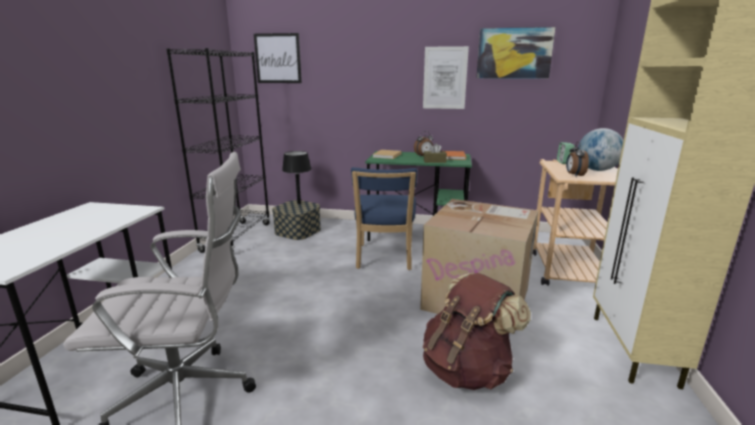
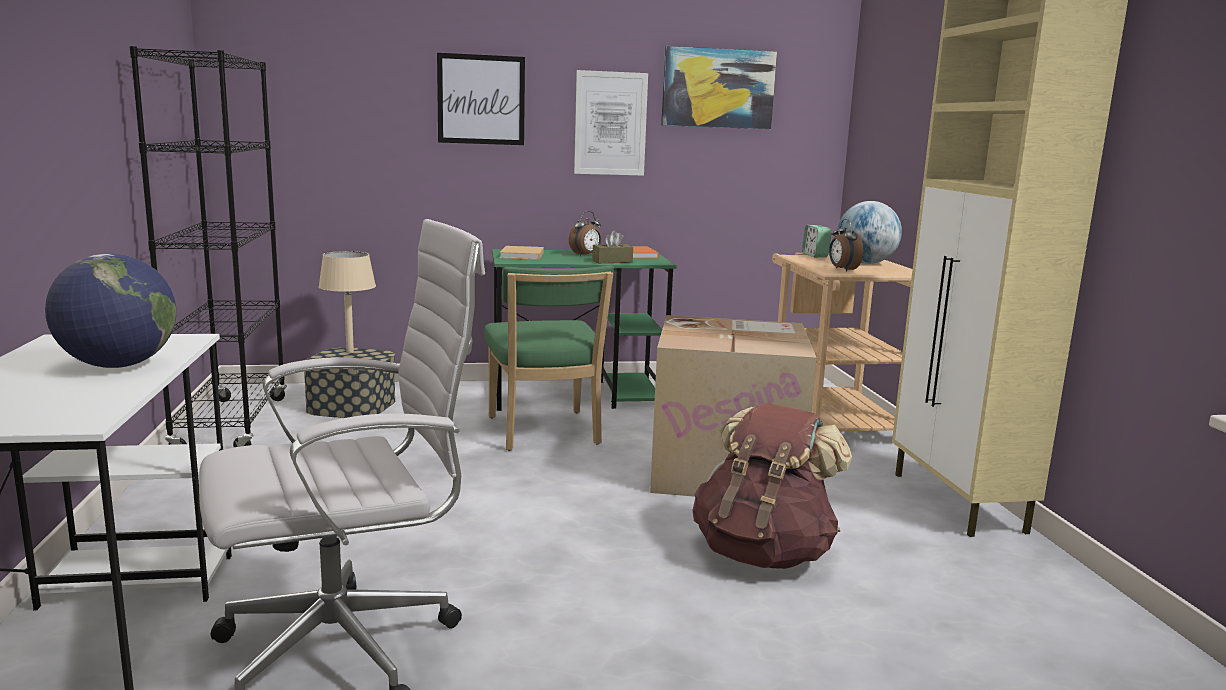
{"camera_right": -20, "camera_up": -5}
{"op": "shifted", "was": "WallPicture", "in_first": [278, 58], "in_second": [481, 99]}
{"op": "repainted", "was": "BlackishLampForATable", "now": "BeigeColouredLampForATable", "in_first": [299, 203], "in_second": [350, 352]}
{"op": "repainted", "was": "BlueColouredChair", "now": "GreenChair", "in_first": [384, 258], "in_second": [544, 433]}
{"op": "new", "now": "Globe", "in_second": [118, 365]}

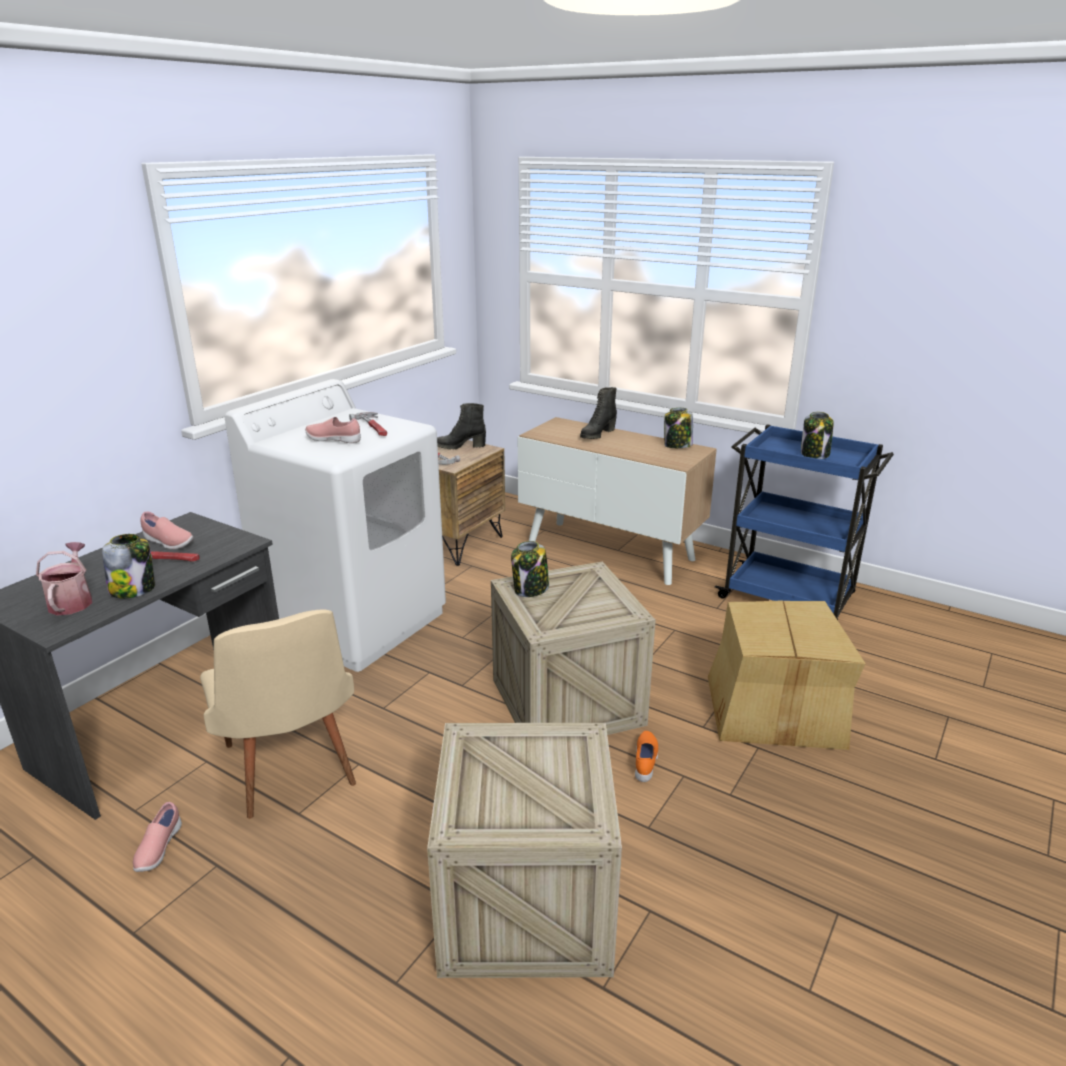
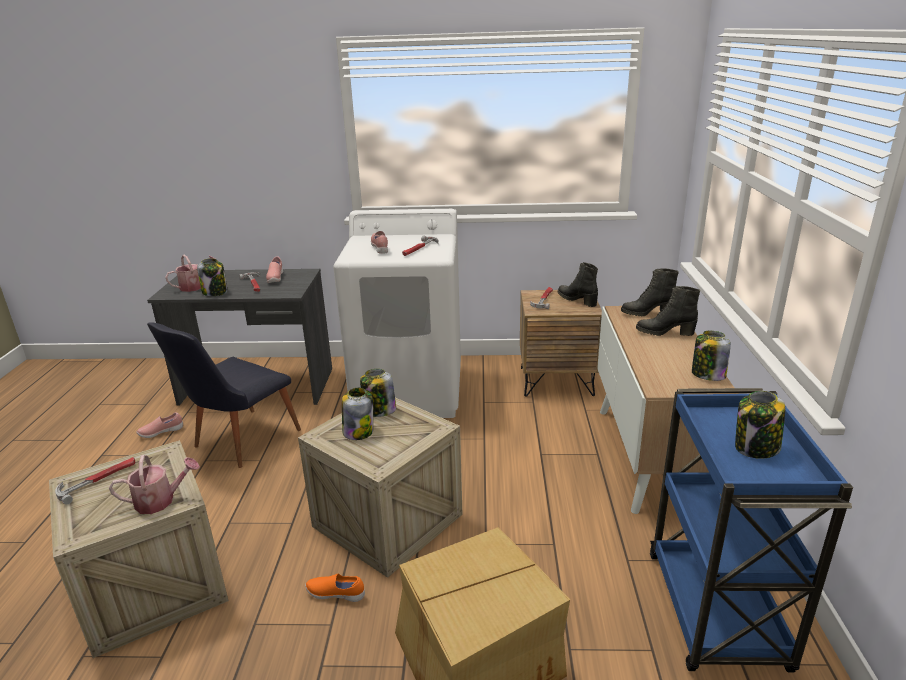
{"camera_right": 60, "camera_up": 0}
{"op": "repainted", "was": "BeigeColouredChair", "now": "BlackishChair", "in_first": [292, 774], "in_second": [238, 442]}
{"op": "rotated", "was": "OrangeColouredItemOfFootwear", "in_first": [646, 762], "in_second": [336, 594], "clockwise": -150}
{"op": "new", "now": "HandHammer", "in_second": [98, 480]}
{"op": "new", "now": "SprinklingCan", "in_second": [160, 501]}
{"op": "new", "now": "PreserveJar", "in_second": [358, 431]}
{"op": "new", "now": "BlackishTallBoot", "in_second": [647, 313]}

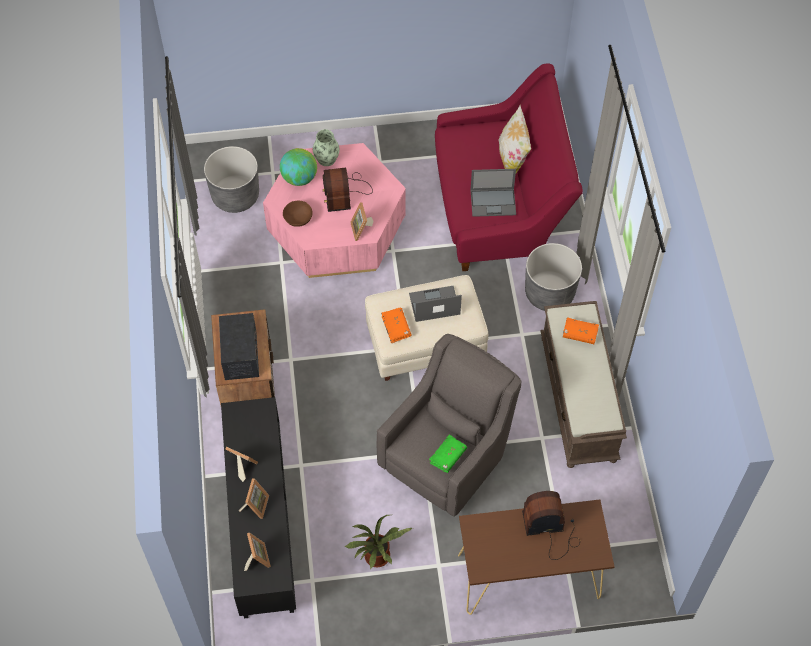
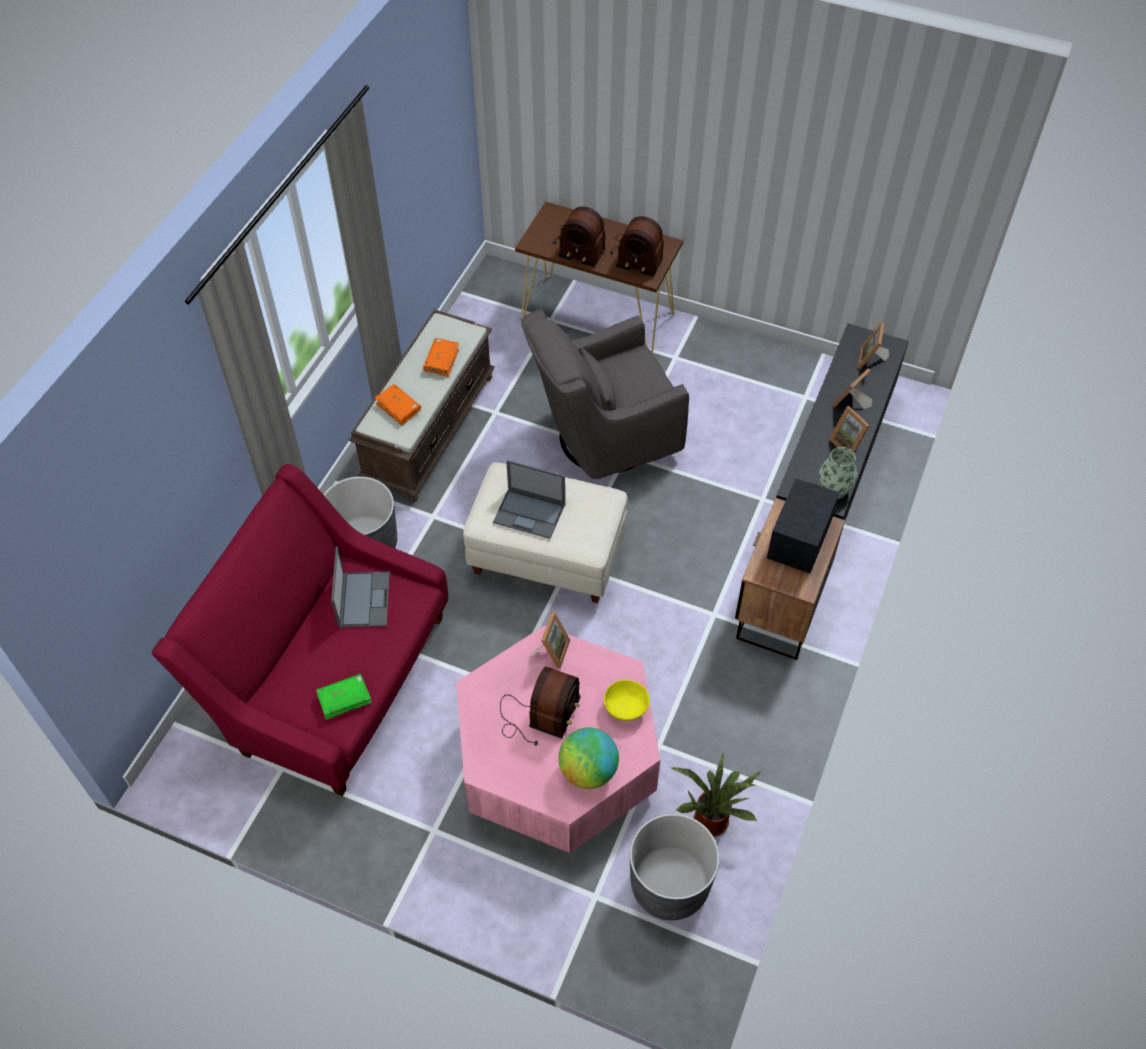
{"camera_right": -150, "camera_up": -5}
{"op": "repainted", "was": "BrownColouredBowl", "now": "YellowBowl", "in_first": [298, 219], "in_second": [626, 708]}
{"op": "shifted", "was": "DecorativeVase", "in_first": [326, 159], "in_second": [834, 488]}
{"op": "shifted", "was": "Houseplant", "in_first": [377, 559], "in_second": [712, 818]}
{"op": "shifted", "was": "OrangeColouredBoundBook", "in_first": [396, 327], "in_second": [441, 361]}
{"op": "shifted", "was": "GreenBoundBook", "in_first": [448, 456], "in_second": [344, 699]}
{"op": "rotated", "was": "NotebookComputer", "in_first": [493, 202], "in_second": [364, 599], "clockwise": 60}
{"op": "gone", "was": "ThrowPillow", "in_first": [512, 159]}
{"op": "new", "now": "RadioSet", "in_second": [636, 255]}

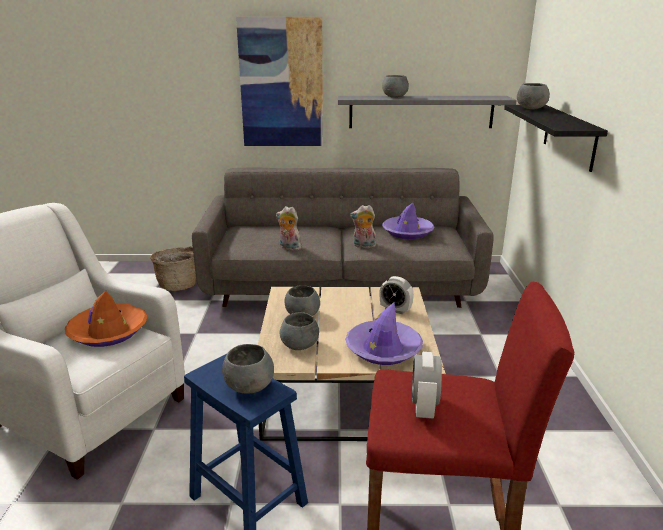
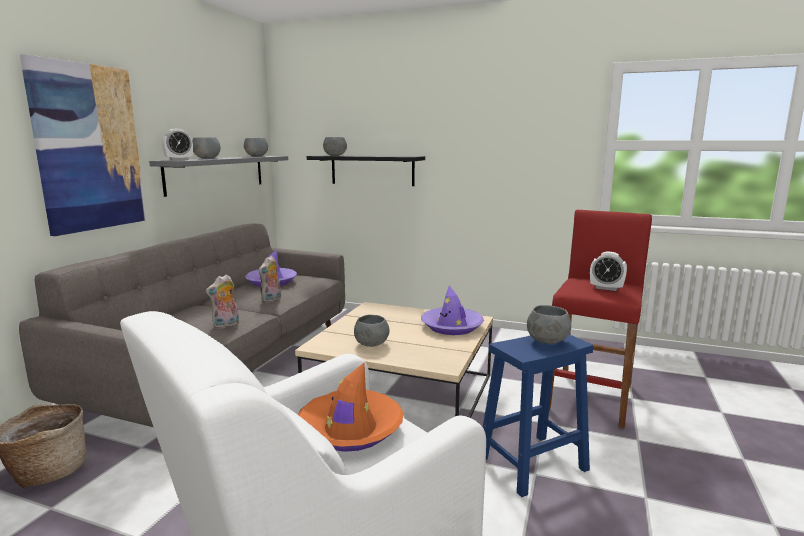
{"camera_right": -70, "camera_up": -10}
{"op": "shifted", "was": "GreyBowl", "in_first": [300, 345], "in_second": [256, 156]}
{"op": "shifted", "was": "TableClock", "in_first": [395, 310], "in_second": [179, 160]}

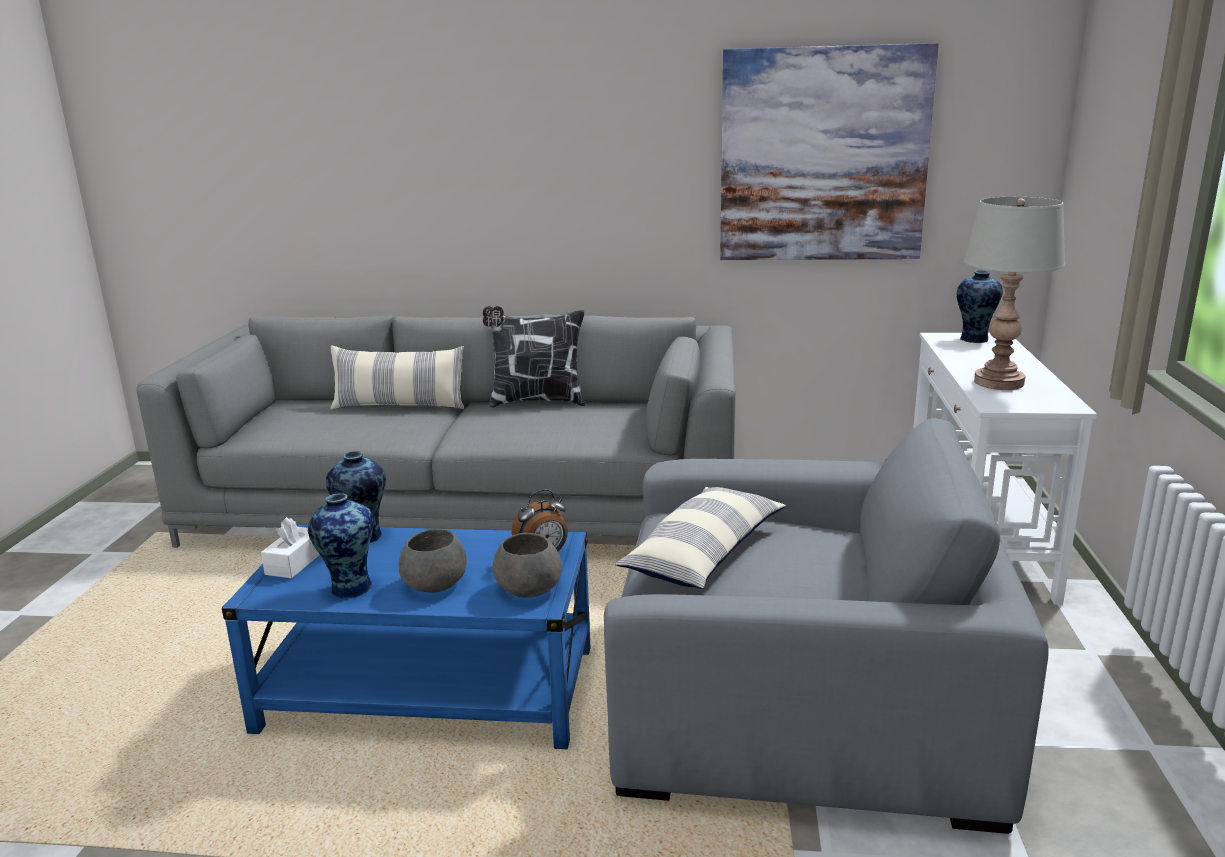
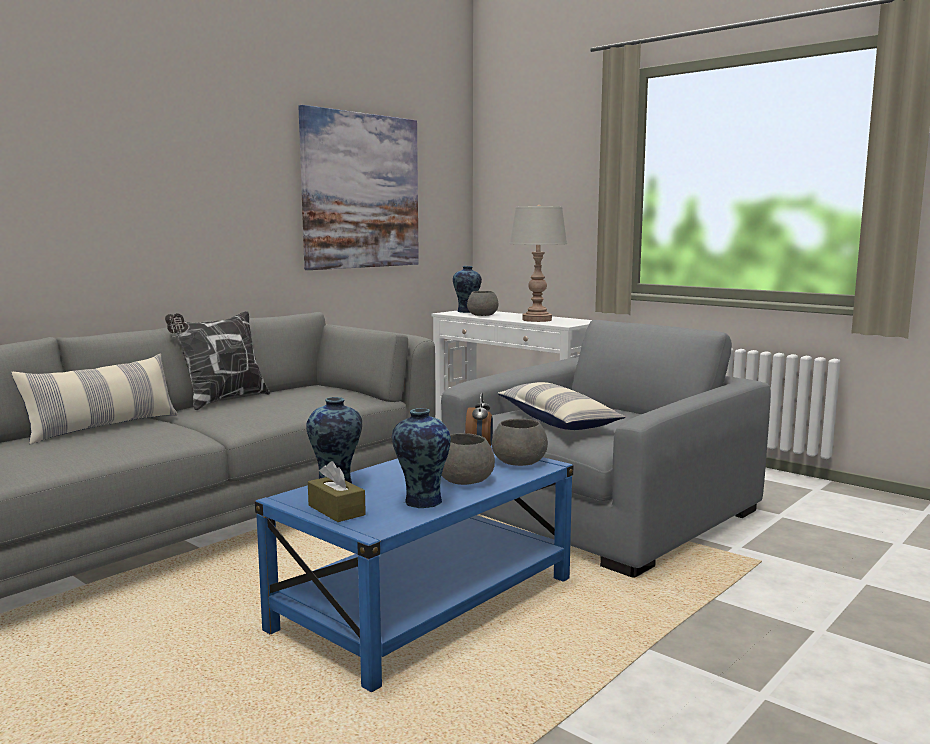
{"camera_right": -55, "camera_up": -10}
{"op": "repainted", "was": "WhiteBoxOfTissues", "now": "BrownColouredBoxOfTissues", "in_first": [295, 563], "in_second": [336, 510]}
{"op": "new", "now": "GreyBowl", "in_second": [482, 315]}

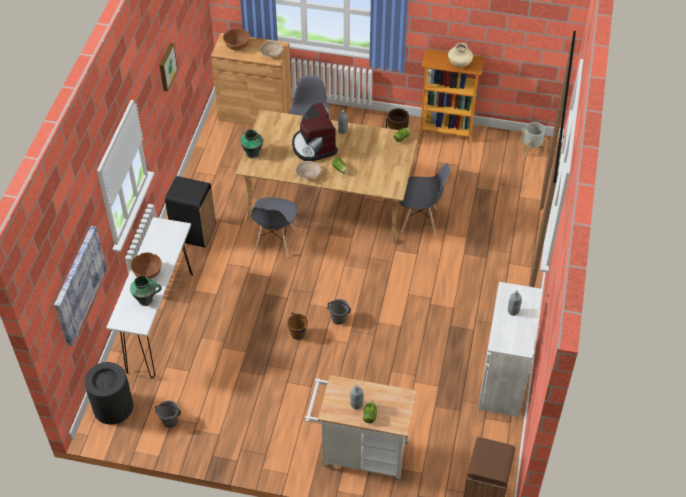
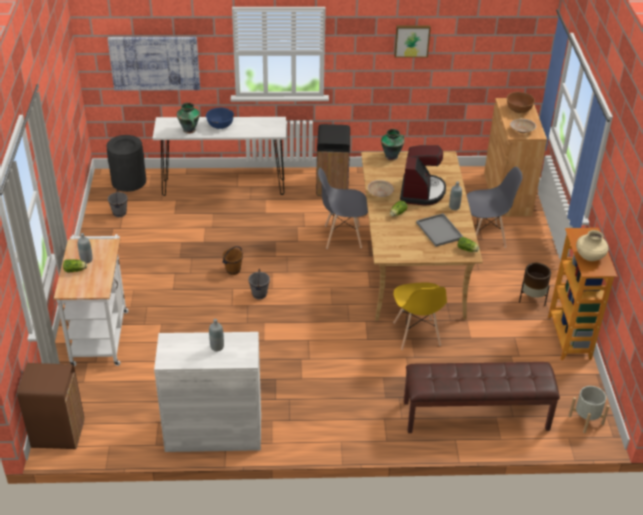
{"camera_right": 75, "camera_up": -10}
{"op": "repainted", "was": "BrownColouredBowl", "now": "BlueColouredBowl", "in_first": [147, 273], "in_second": [220, 125]}
{"op": "rotated", "was": "CoffeeBrewer", "in_first": [313, 146], "in_second": [421, 191], "clockwise": 135}
{"op": "repainted", "was": "GreyChair", "now": "YellowChair", "in_first": [419, 220], "in_second": [416, 334]}
{"op": "new", "now": "BrownColouredLongSeat", "in_second": [475, 416]}
{"op": "new", "now": "GreyCarryingTray", "in_second": [438, 230]}

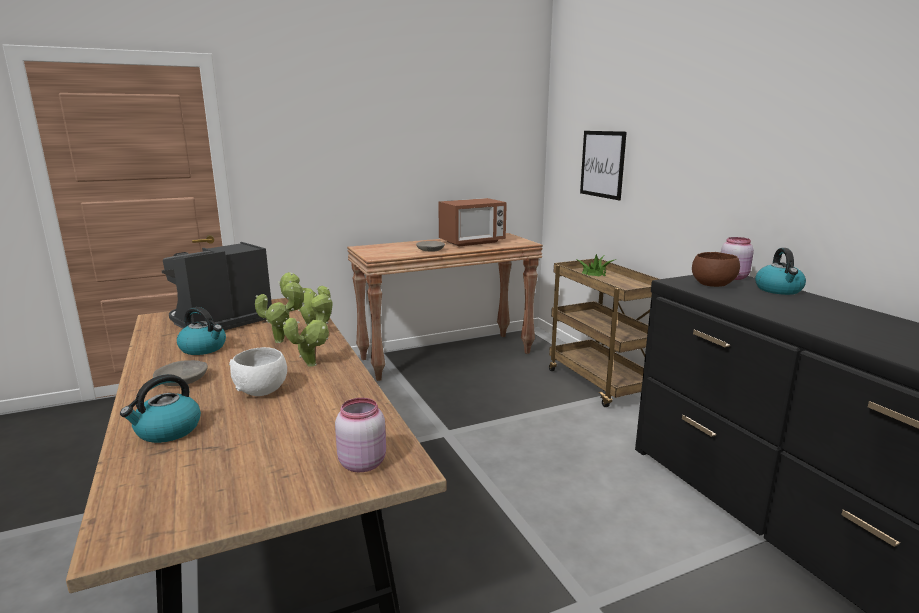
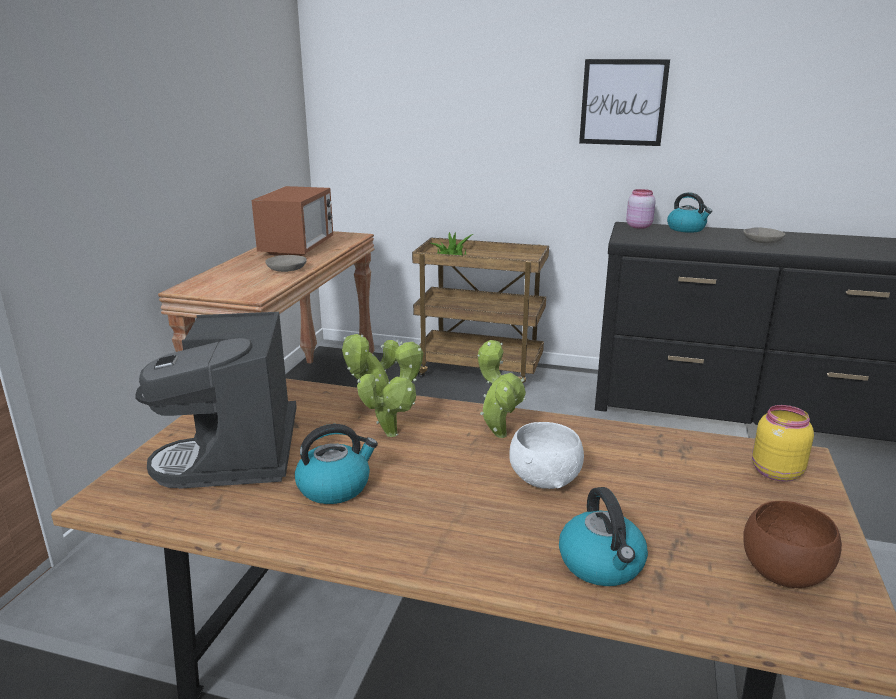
{"camera_right": -50, "camera_up": 5}
{"op": "shifted", "was": "GreyBowl", "in_first": [183, 380], "in_second": [762, 241]}
{"op": "repainted", "was": "PinkColouredPreserveJar", "now": "YellowPreserveJar", "in_first": [362, 462], "in_second": [774, 472]}
{"op": "shifted", "was": "WallPicture", "in_first": [602, 164], "in_second": [623, 102]}
{"op": "shifted", "was": "BrownColouredBowl", "in_first": [712, 285], "in_second": [784, 574]}

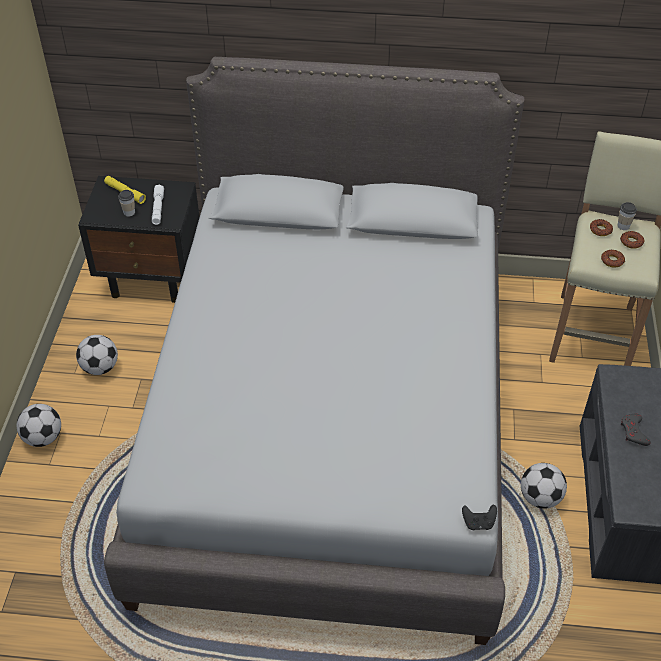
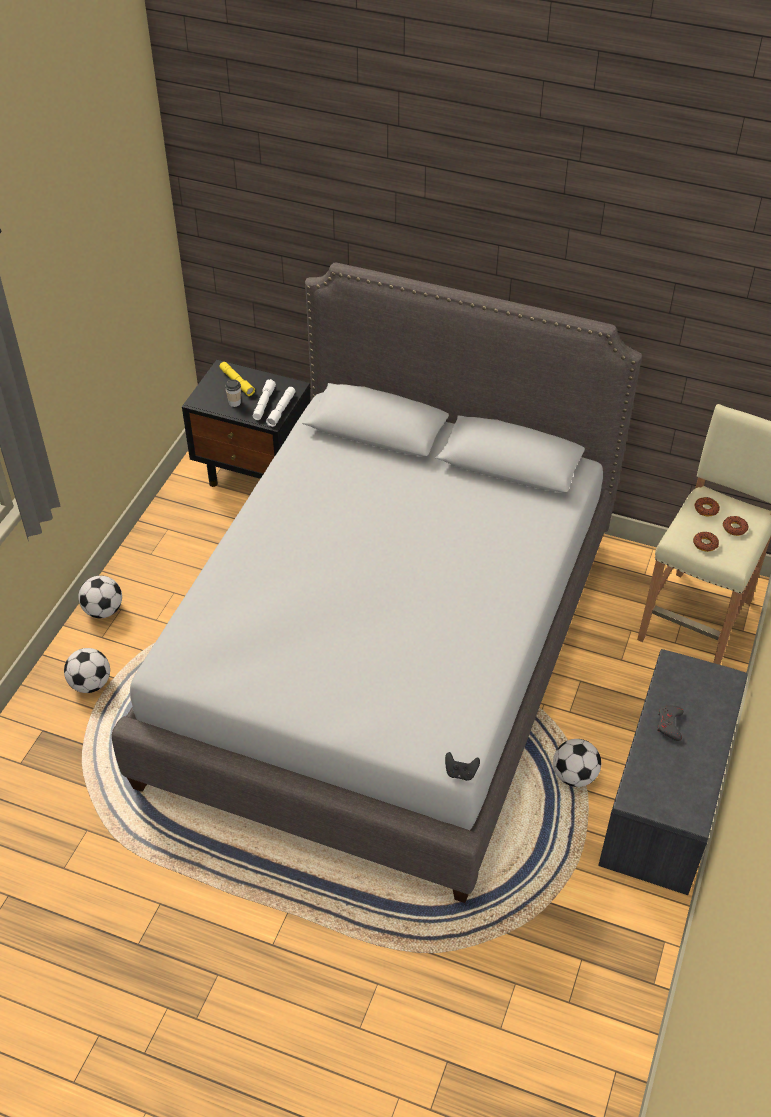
{"camera_right": 15, "camera_up": 0}
{"op": "shifted", "was": "BallForFootball", "in_first": [100, 367], "in_second": [90, 684]}
{"op": "gone", "was": "Cup", "in_first": [623, 226]}
{"op": "new", "now": "WhiteHandTorch", "in_second": [281, 410]}

